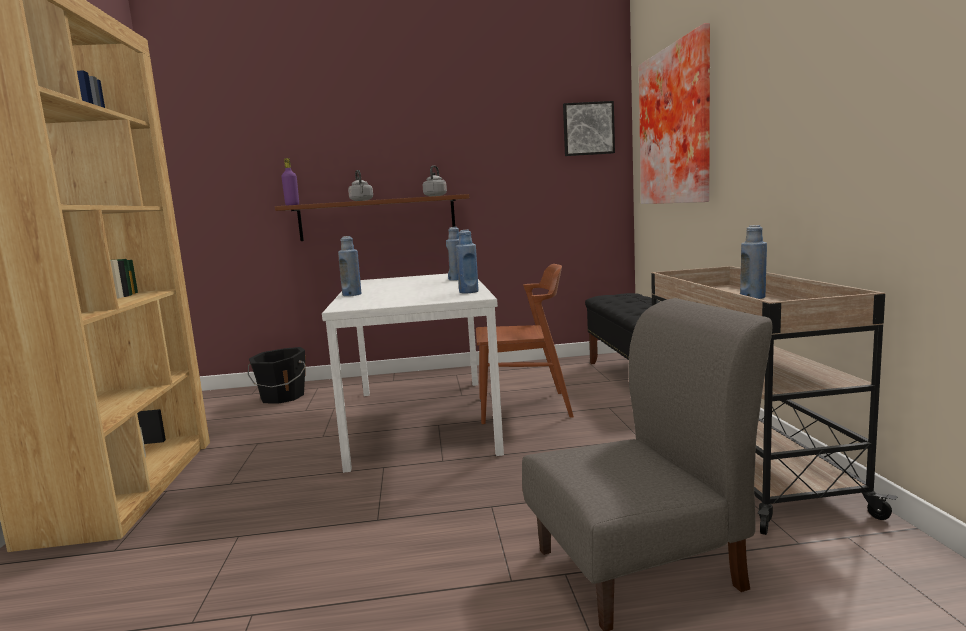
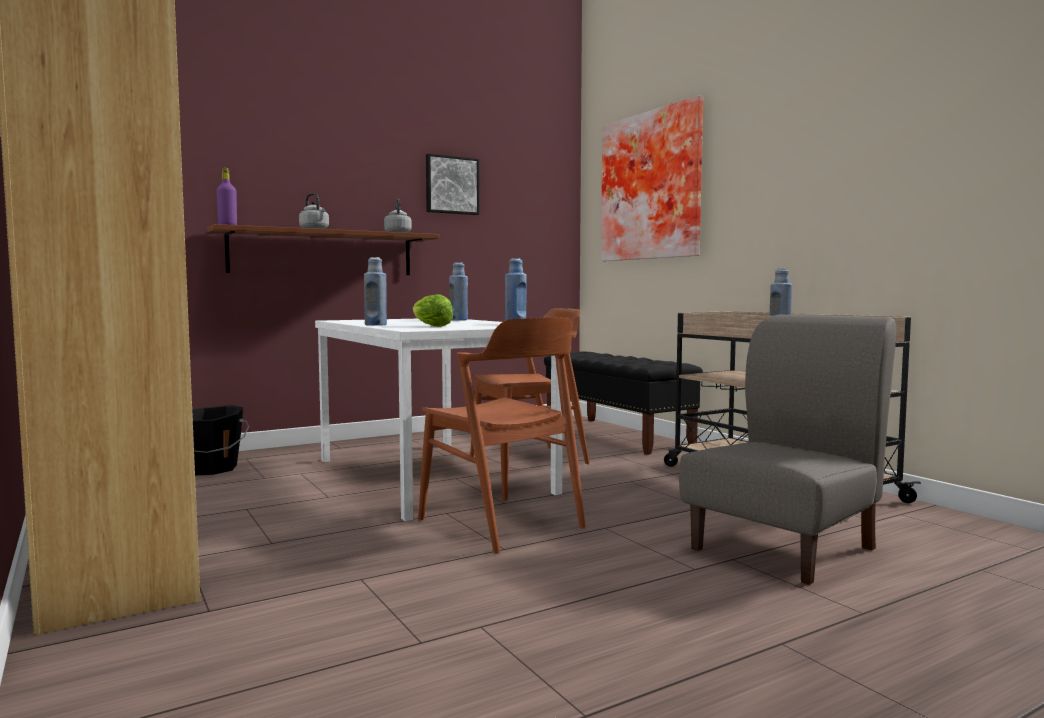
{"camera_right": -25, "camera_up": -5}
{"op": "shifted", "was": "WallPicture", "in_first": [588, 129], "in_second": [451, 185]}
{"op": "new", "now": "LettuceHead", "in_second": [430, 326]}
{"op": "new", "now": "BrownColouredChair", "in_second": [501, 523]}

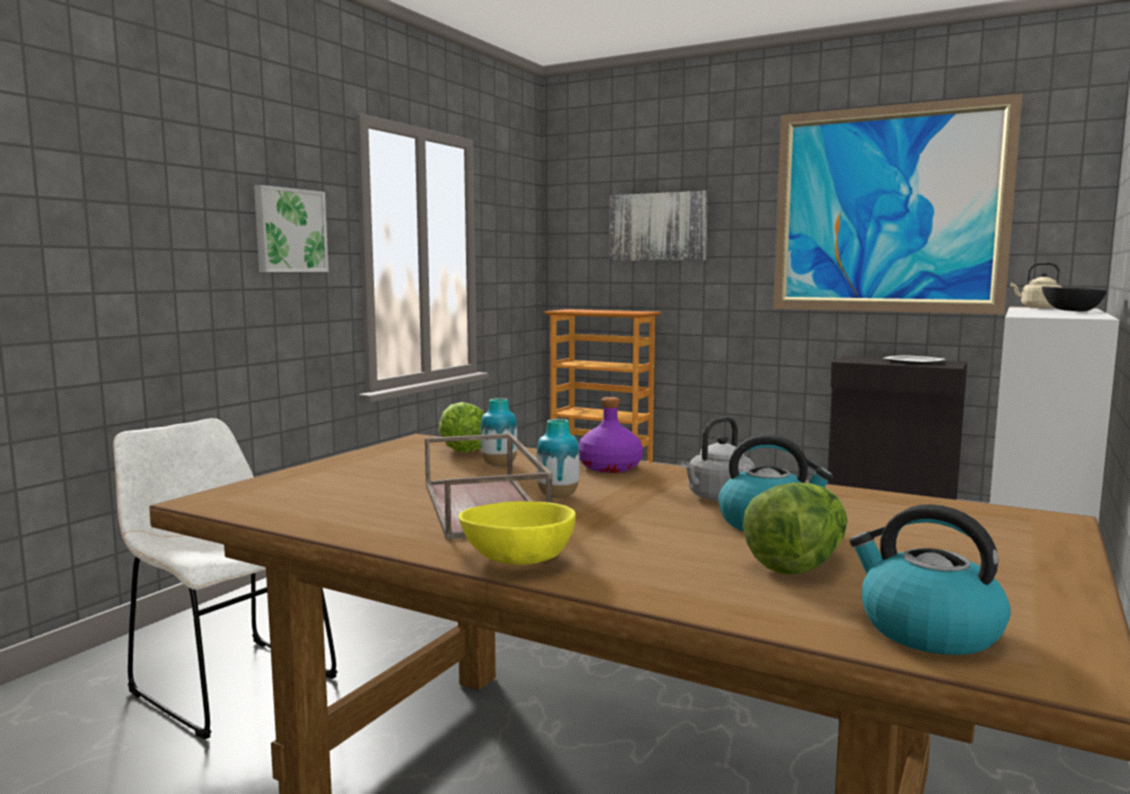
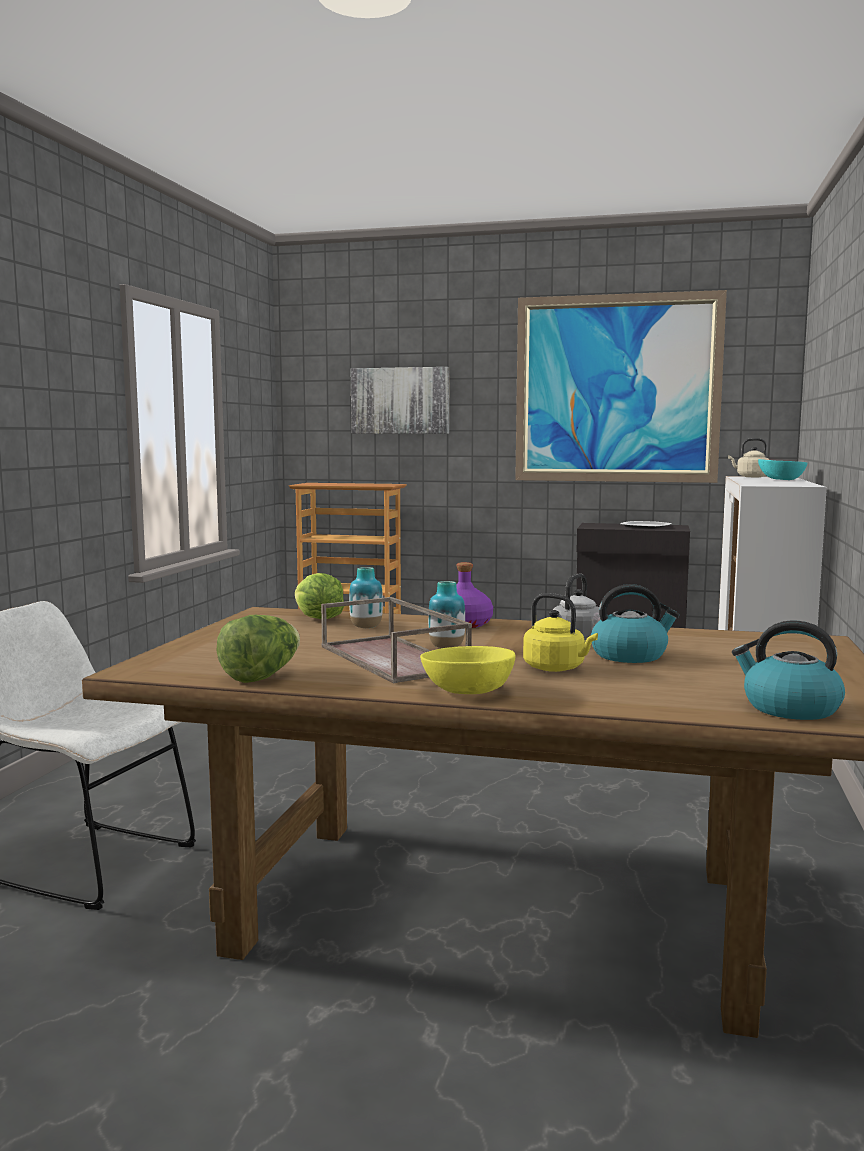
{"camera_right": -15, "camera_up": 0}
{"op": "gone", "was": "WallPicture", "in_first": [289, 230]}
{"op": "shifted", "was": "LettuceHead", "in_first": [798, 564], "in_second": [262, 676]}
{"op": "repainted", "was": "BlackishBowl", "now": "BlueGreenBowl", "in_first": [1071, 311], "in_second": [781, 480]}
{"op": "new", "now": "YellowKettle", "in_second": [557, 668]}

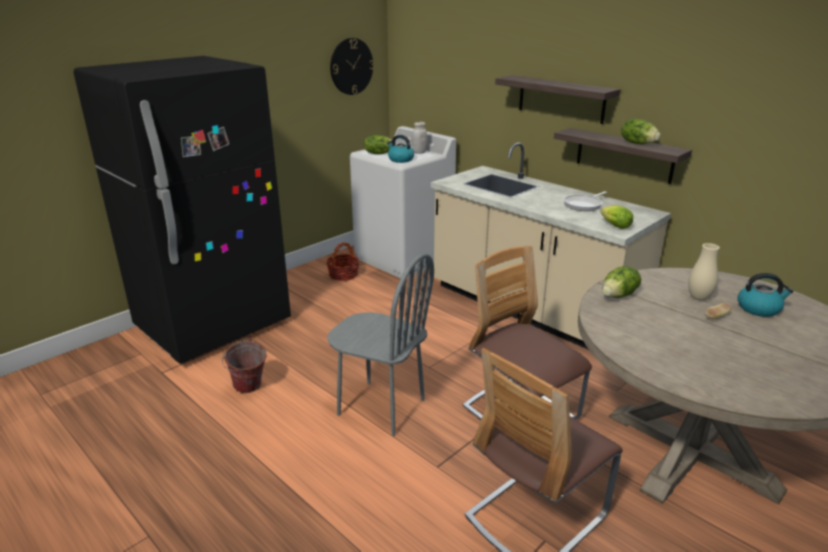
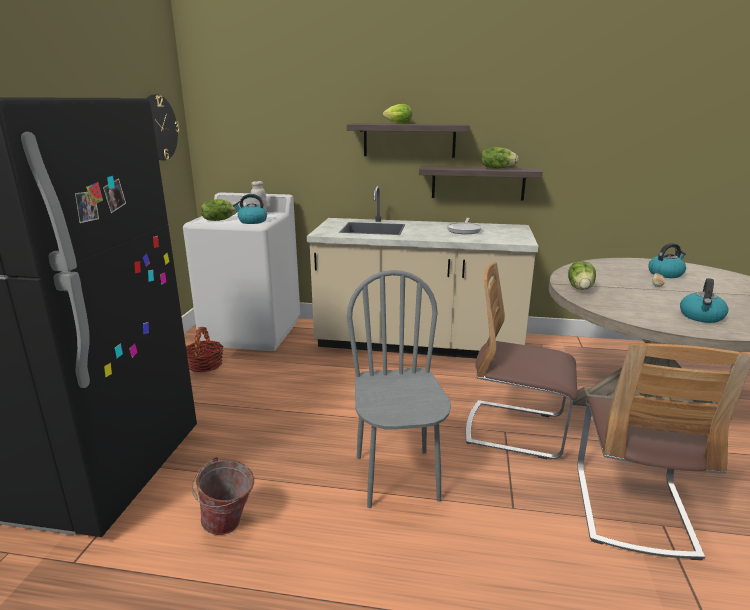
{"camera_right": -35, "camera_up": -5}
{"op": "rotated", "was": "GreyChair", "in_first": [381, 407], "in_second": [397, 477], "clockwise": -90}
{"op": "shifted", "was": "LettuceHead", "in_first": [614, 225], "in_second": [396, 123]}
{"op": "gone", "was": "BeigeColouredDecorativeVase", "in_first": [698, 298]}
{"op": "new", "now": "Kettle", "in_second": [701, 317]}

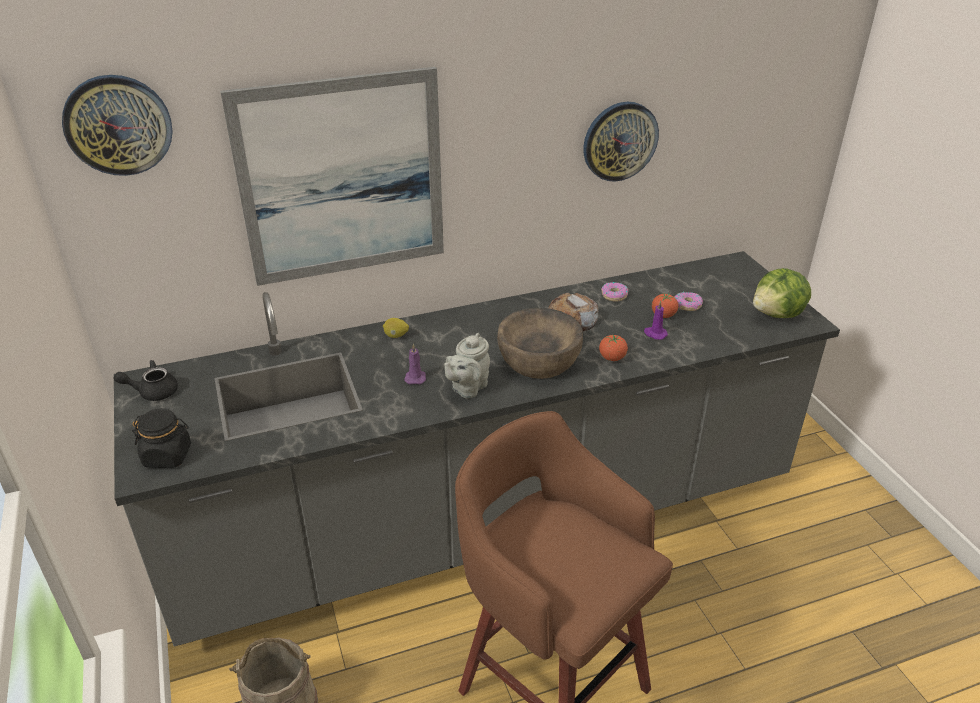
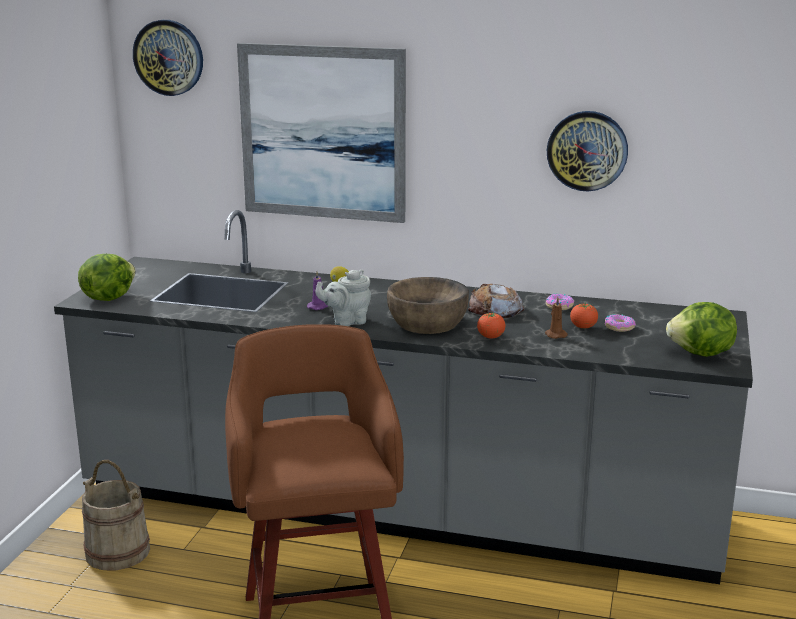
{"camera_right": 35, "camera_up": -15}
{"op": "gone", "was": "BlackishPotForTea", "in_first": [153, 391]}
{"op": "swapped", "was": "BlackishPreserveJar", "now": "LettuceHead", "in_first": [167, 456], "in_second": [108, 298]}
{"op": "repainted", "was": "PurplishWaxCandle", "now": "BrownColouredWaxCandle", "in_first": [655, 334], "in_second": [555, 335]}

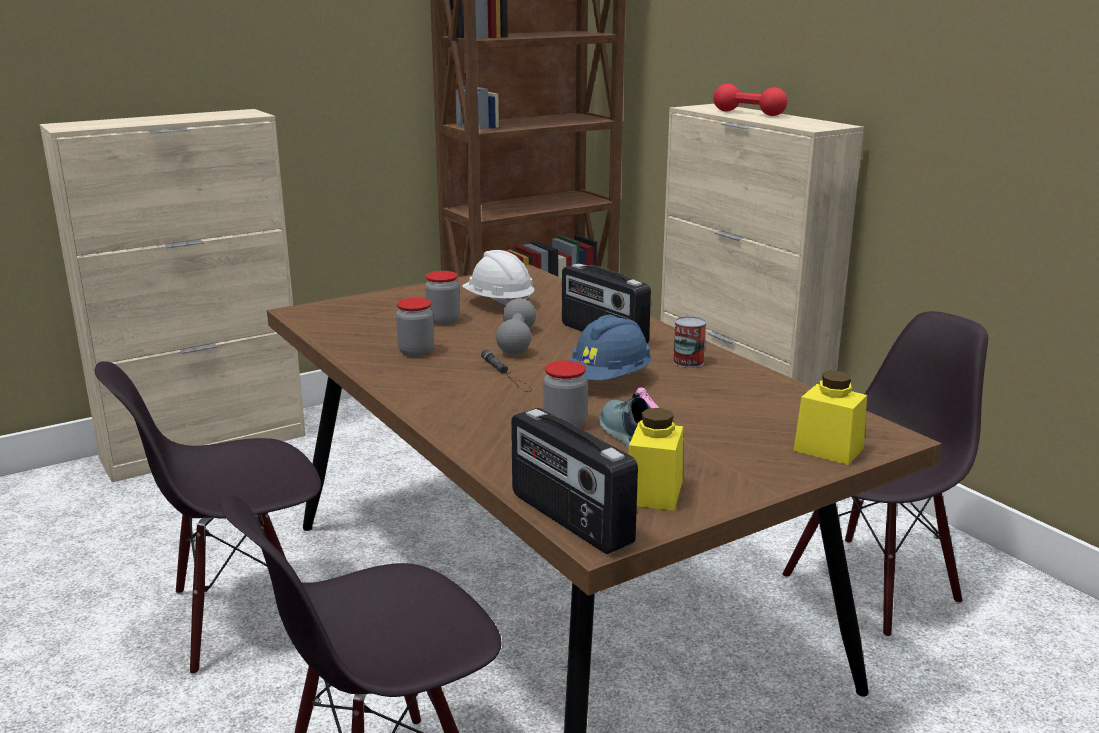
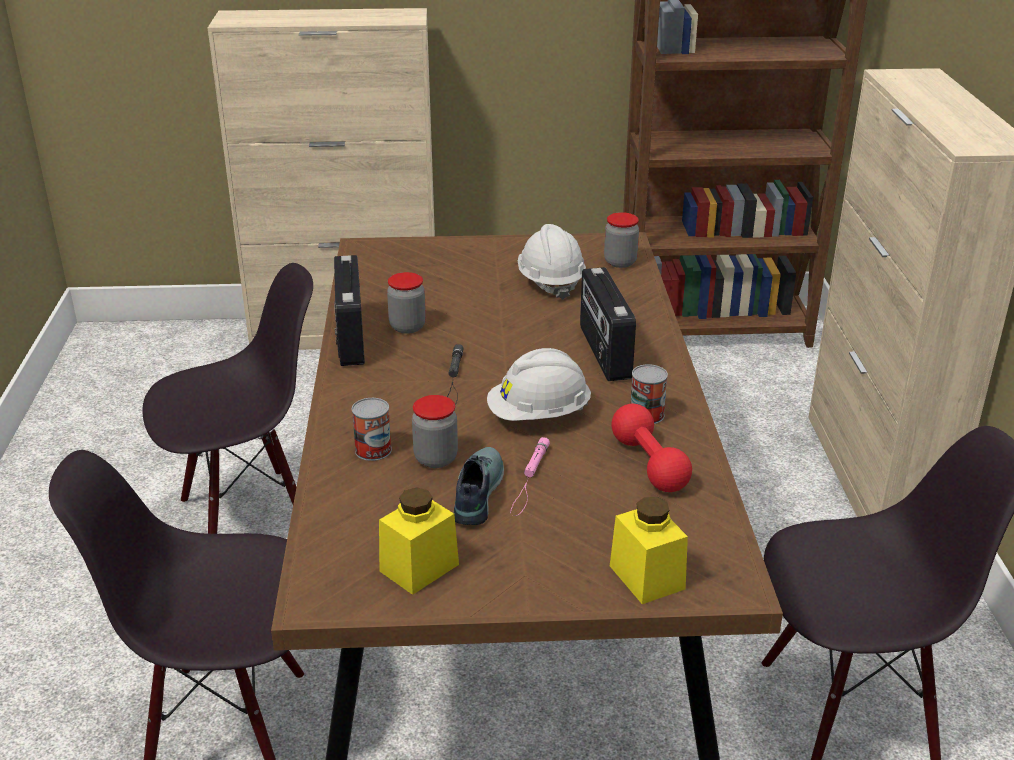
{"camera_right": 30, "camera_up": 10}
{"op": "rotated", "was": "BlackishChair", "in_first": [241, 617], "in_second": [248, 520], "clockwise": 150}
{"op": "shifted", "was": "PreserveJar", "in_first": [443, 320], "in_second": [620, 262]}
{"op": "gone", "was": "GreyFreeWeight", "in_first": [516, 341]}
{"op": "shifted", "was": "RadioSet", "in_first": [569, 519], "in_second": [349, 339]}
{"op": "repainted", "was": "BlueColouredWorkHelmet", "now": "WhiteWorkHelmet", "in_first": [608, 380], "in_second": [539, 415]}
{"op": "shifted", "was": "ReddishFreeWeight", "in_first": [748, 113], "in_second": [649, 464]}
{"op": "new", "now": "MetalCan", "in_second": [373, 450]}

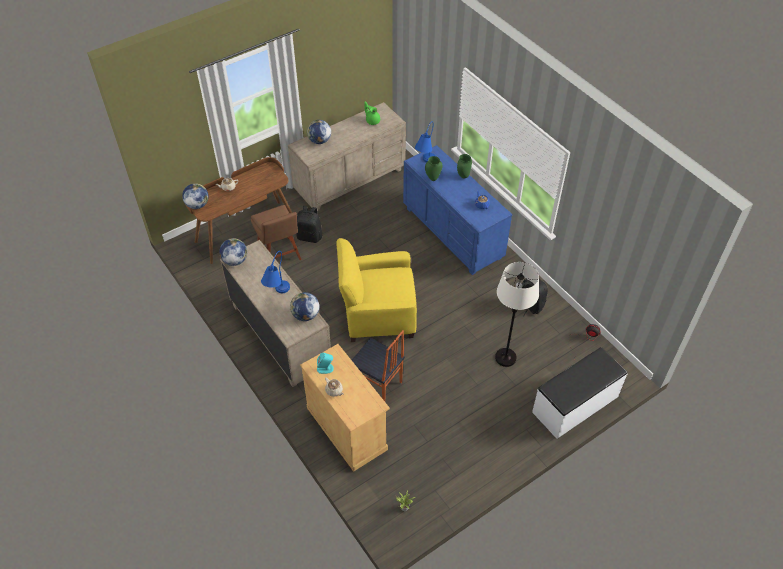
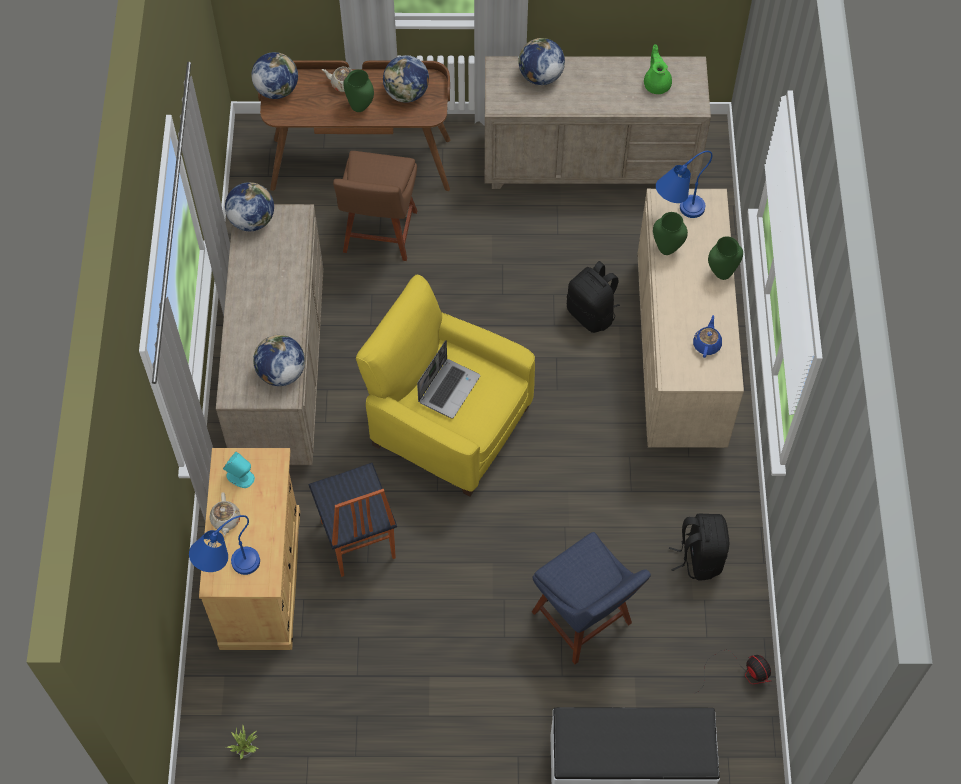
{"camera_right": 35, "camera_up": 10}
{"op": "shifted", "was": "BlueColouredLampForATable", "in_first": [277, 294], "in_second": [227, 570]}
{"op": "shifted", "was": "BlackishKnapsack", "in_first": [310, 236], "in_second": [592, 314]}
{"op": "repainted", "was": "BlueColouredDrawerChest", "now": "BeigeColouredDrawerChest", "in_first": [452, 233], "in_second": [679, 354]}
{"op": "swapped", "was": "WhiteFloorLamp", "now": "BlueColouredChair", "in_first": [505, 358], "in_second": [585, 621]}
{"op": "new", "now": "GreenDecorativeVase", "in_second": [360, 108]}
{"op": "new", "now": "Globe", "in_second": [407, 94]}
{"op": "new", "now": "NotebookComputer", "in_second": [448, 388]}

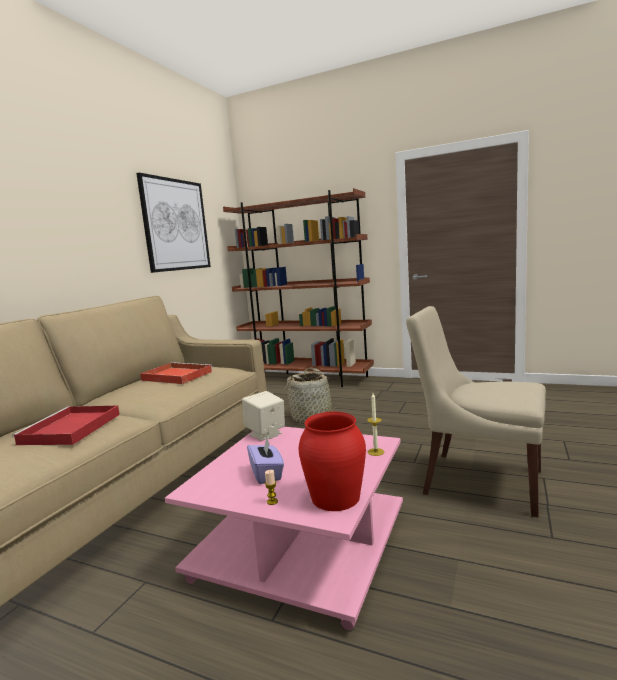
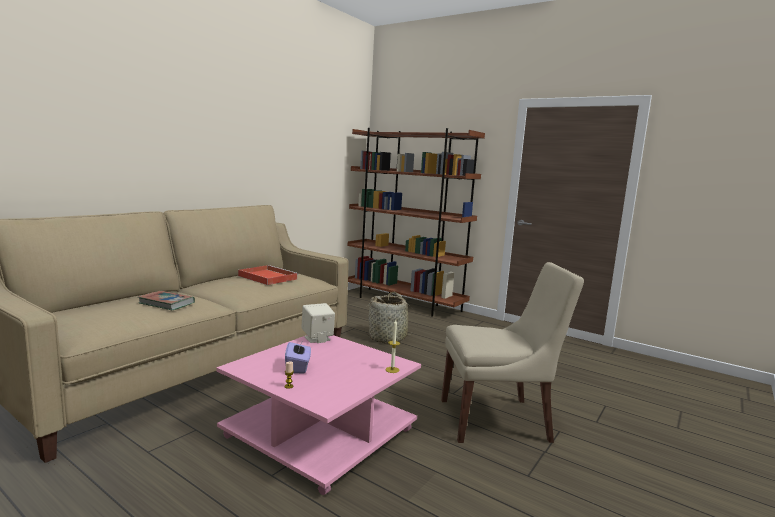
{"camera_right": 10, "camera_up": 0}
{"op": "swapped", "was": "ReddishCarryingTray", "now": "BoundBook", "in_first": [70, 429], "in_second": [166, 303]}
{"op": "gone", "was": "WallPicture", "in_first": [176, 225]}
{"op": "gone", "was": "ReddishDecorativeVase", "in_first": [336, 497]}
{"op": "rotated", "was": "BeigeColouredChair", "in_first": [478, 481], "in_second": [498, 420], "clockwise": 135}

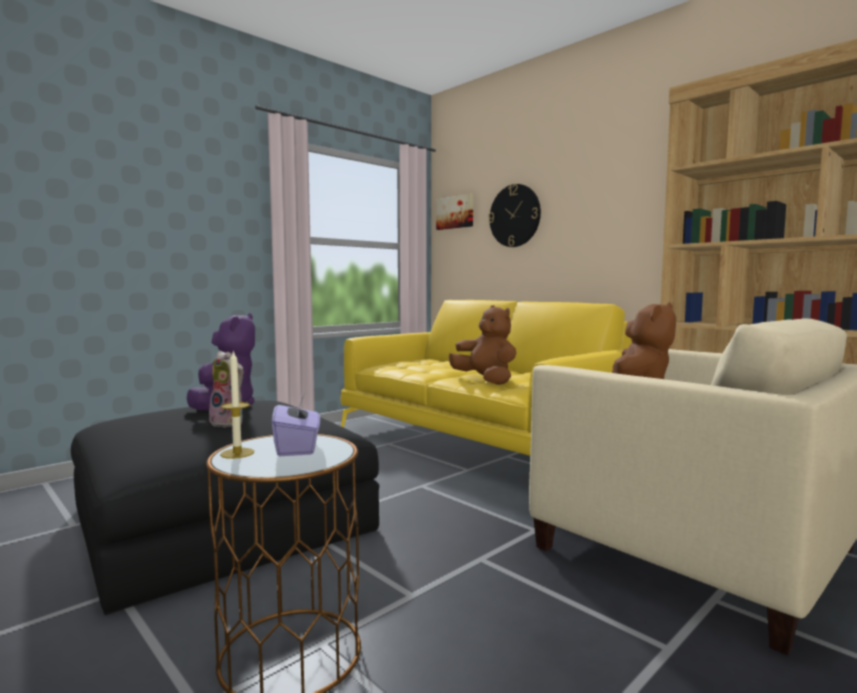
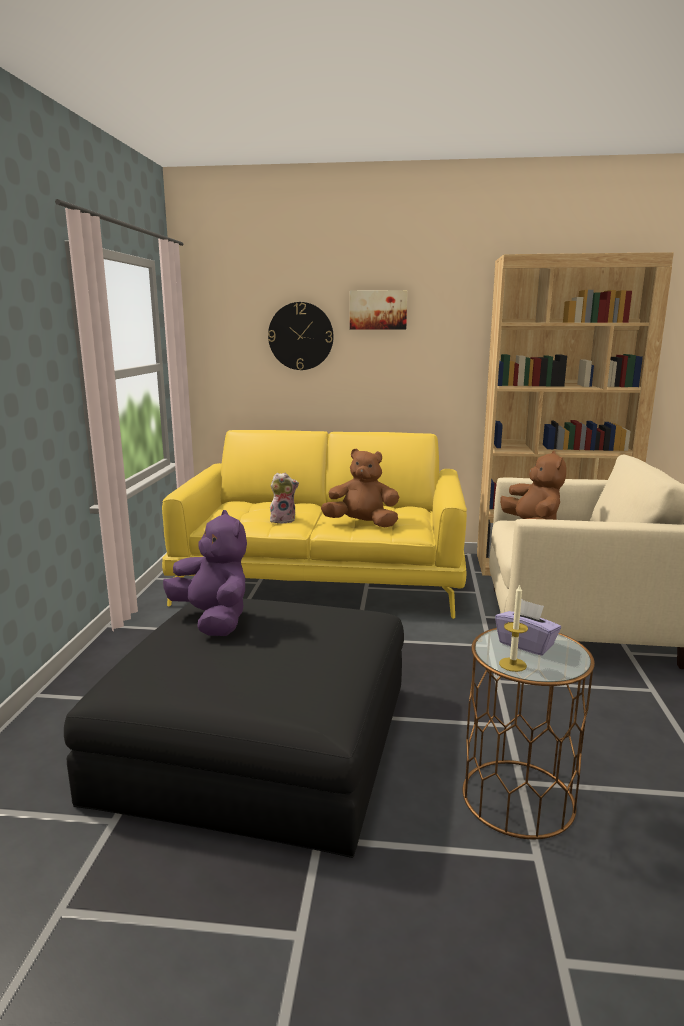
{"camera_right": -40, "camera_up": 10}
{"op": "shifted", "was": "CuddlyToy", "in_first": [229, 423], "in_second": [283, 520]}
{"op": "shifted", "was": "WallPicture", "in_first": [455, 212], "in_second": [378, 310]}

